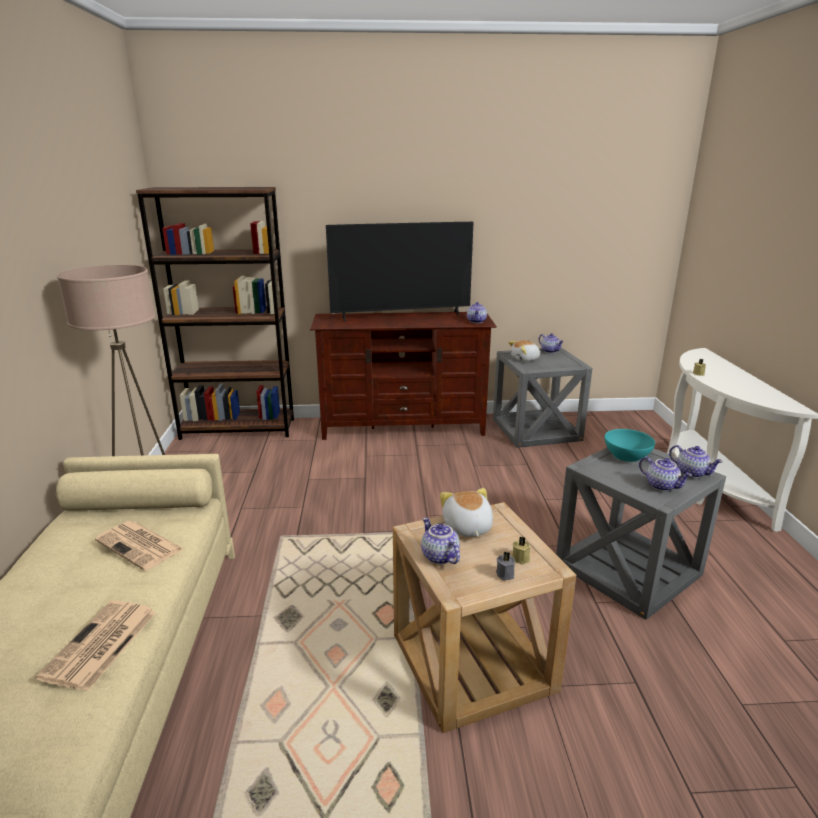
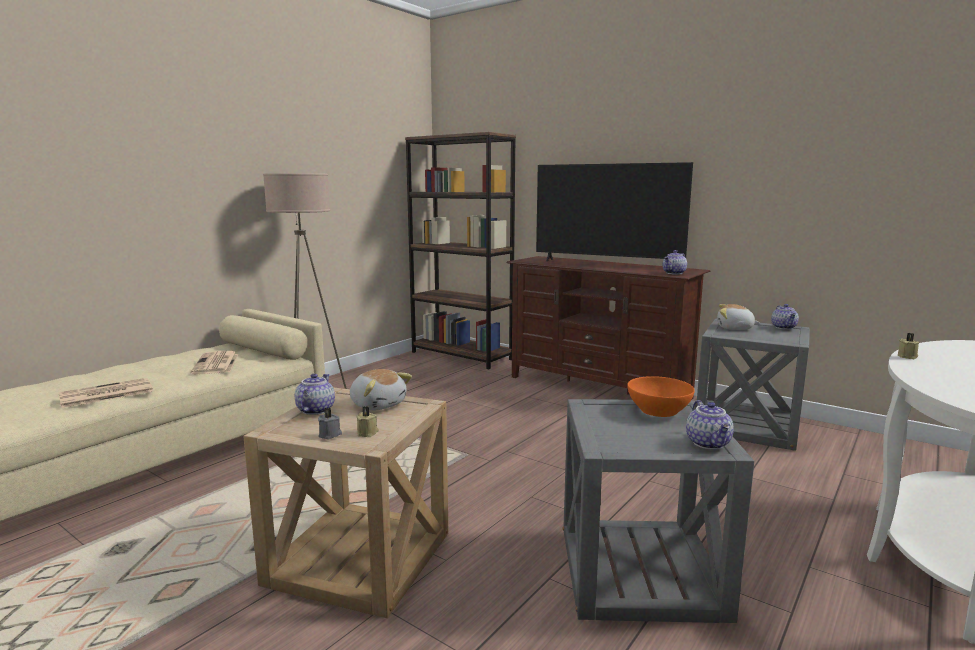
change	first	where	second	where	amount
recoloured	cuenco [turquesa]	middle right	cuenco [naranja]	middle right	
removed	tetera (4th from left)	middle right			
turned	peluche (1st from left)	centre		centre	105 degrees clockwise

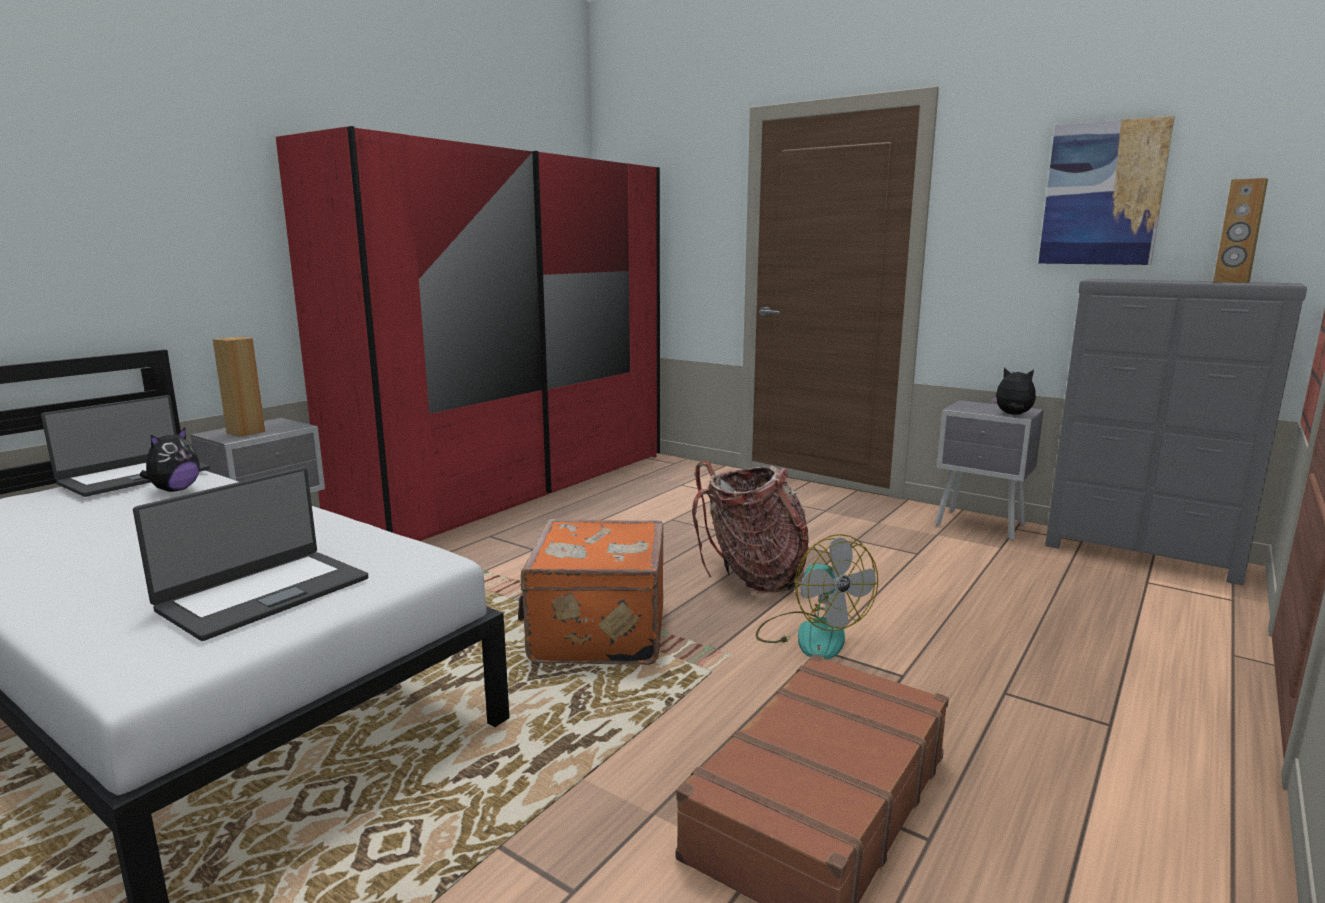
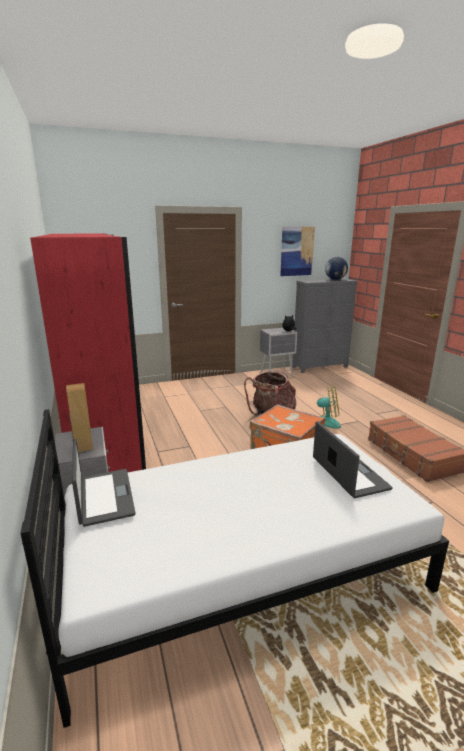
change	first	where	second	where	amount
replaced	altavoz [marrón] (2nd from left)	top right	globo terráqueo	middle right	
removed	peluche (1st from left)	middle left			

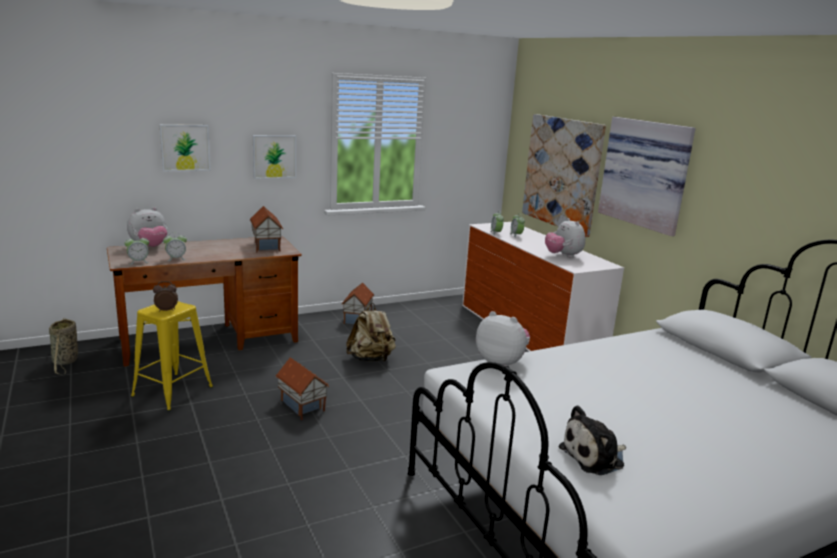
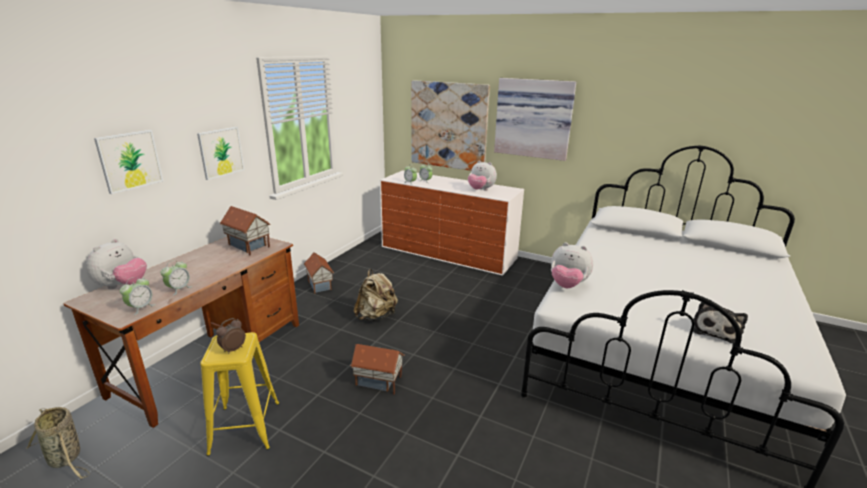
change	first	where	second	where	amount
turned	peluche (2nd from left in the first image)	centre	peluche (3rd from left)	centre	150 degrees counterclockwise

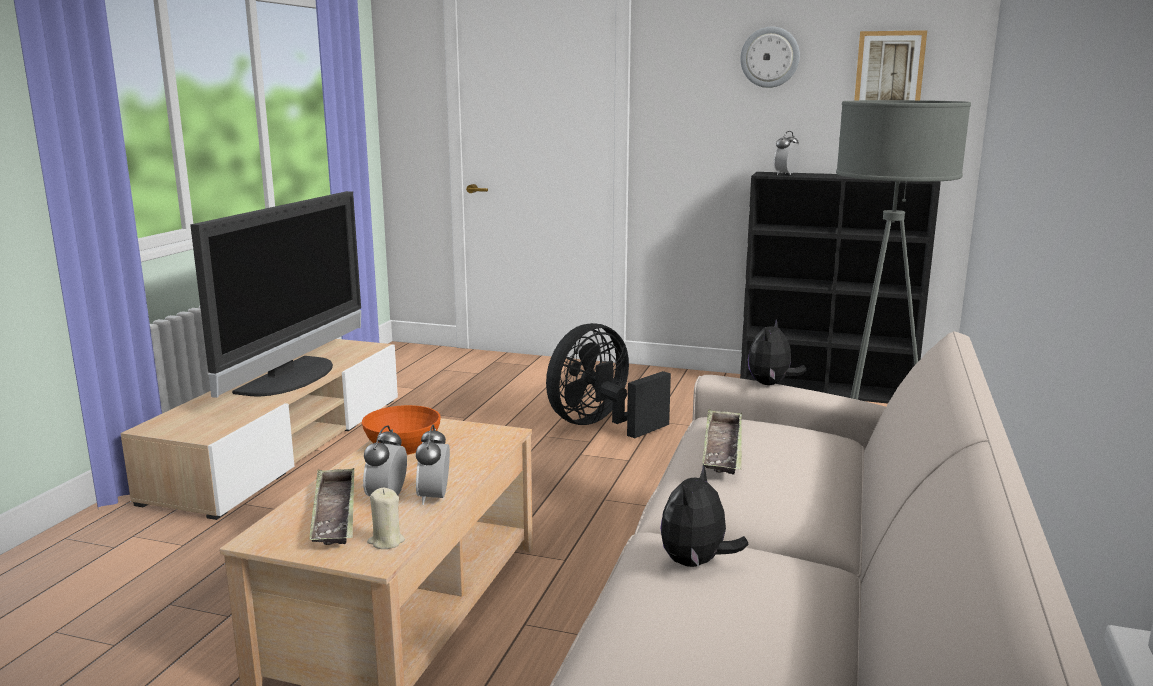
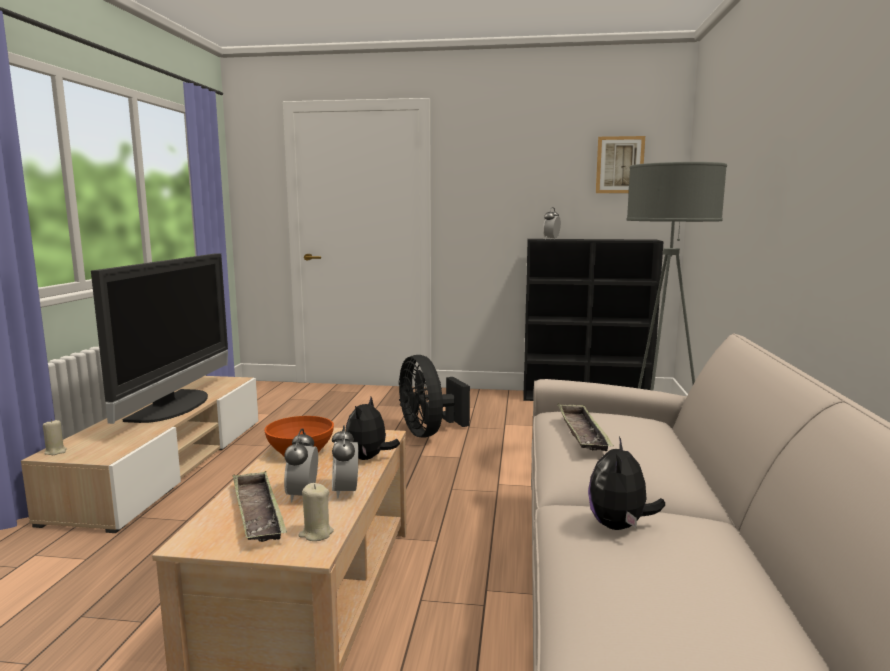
change	first	where	second	where	amount
removed	reloj de pared	top right			
moved	peluche (2nd from left in the first image)	middle right	peluche (1st from left)	centre	
turned	ventilador [negro]	centre		centre	60 degrees counterclockwise
added			vela [beis] (1st from left)	middle left	

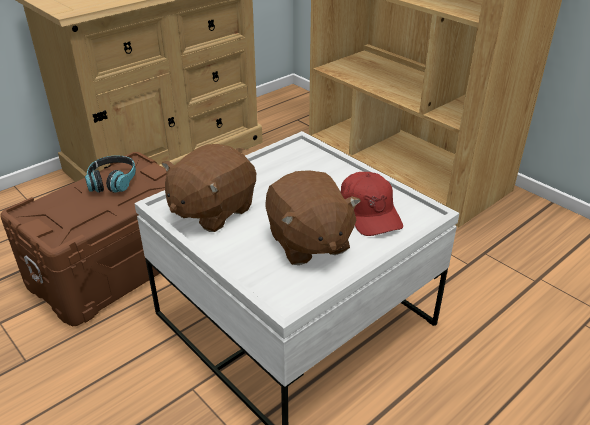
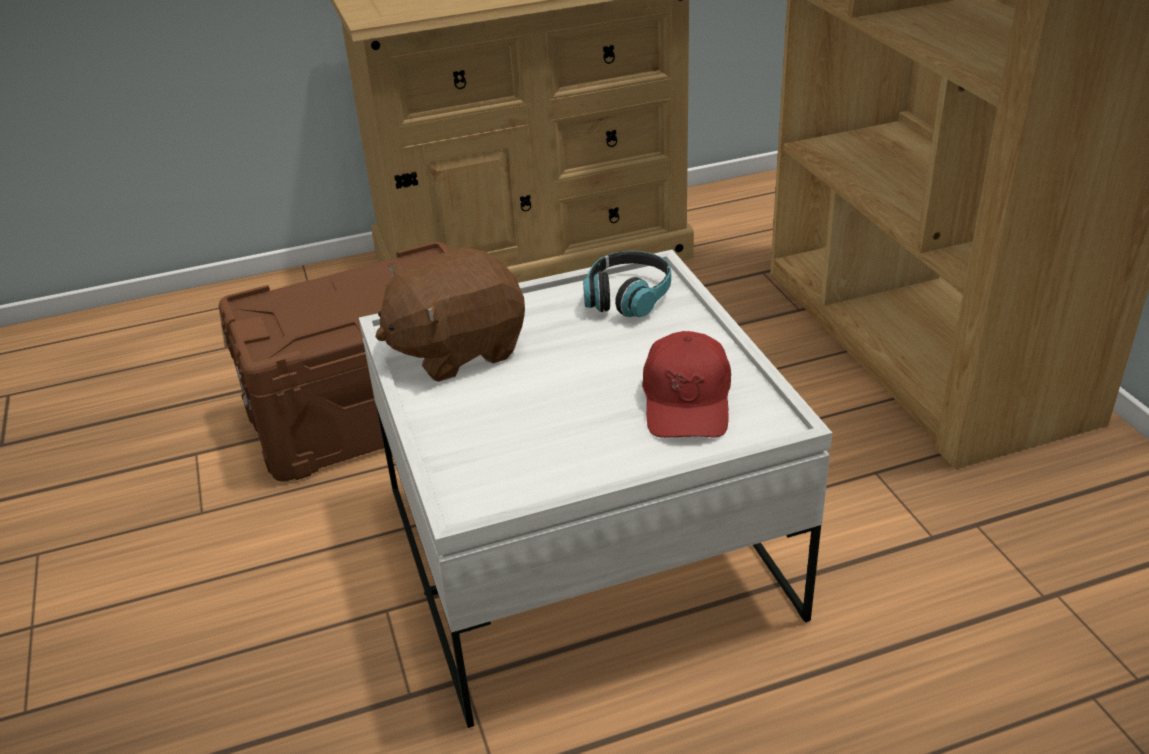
change	first	where	second	where	amount
moved	auriculares	middle left		centre	
removed	peluche [marrón] (2nd from left)	centre			

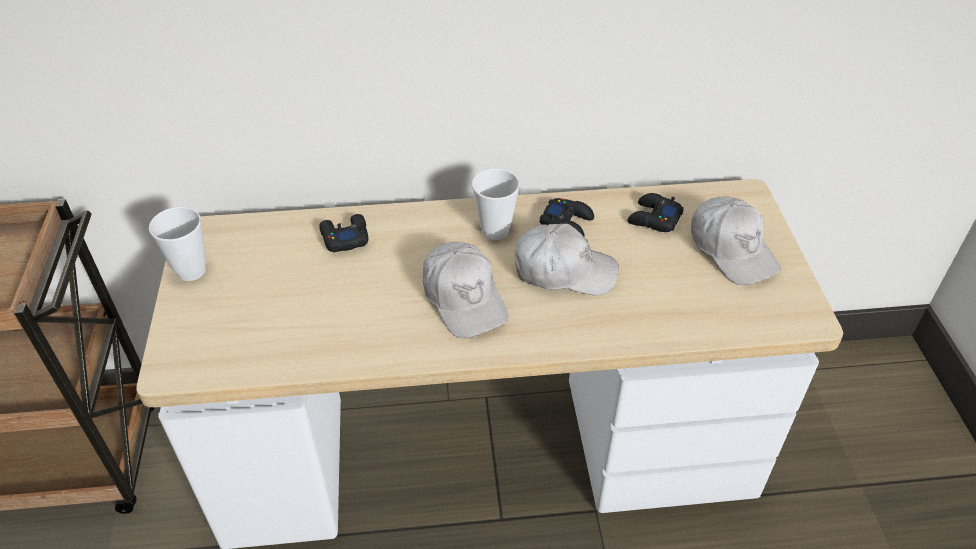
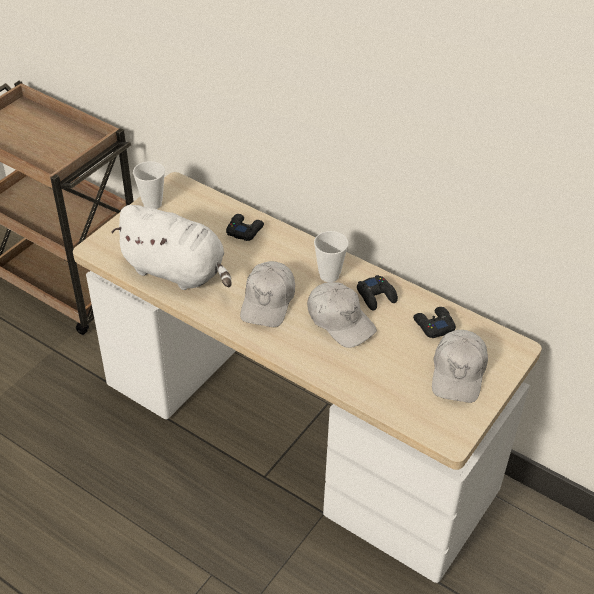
change	first	where	second	where	amount
added			peluche [blanco]	middle left	

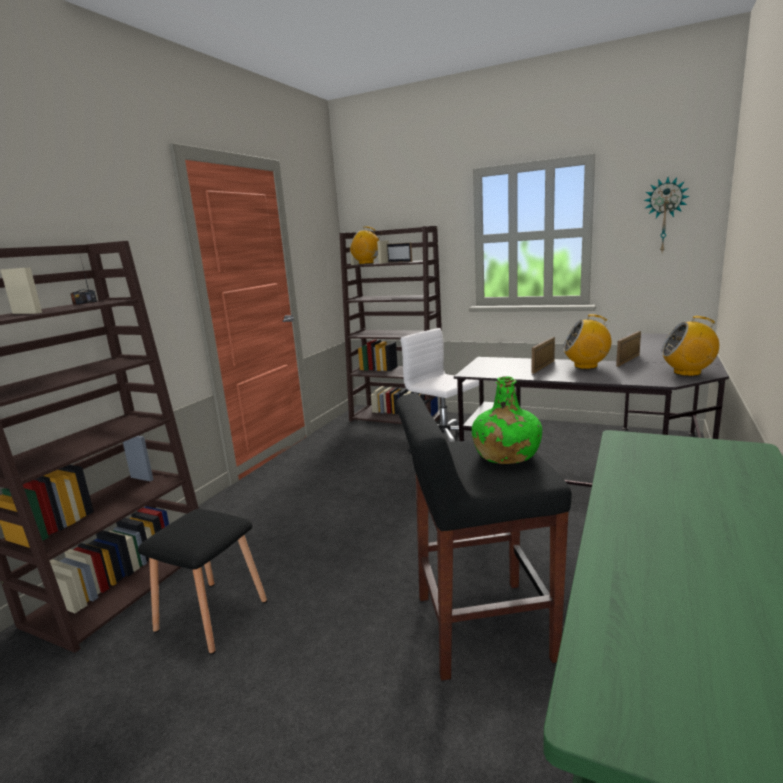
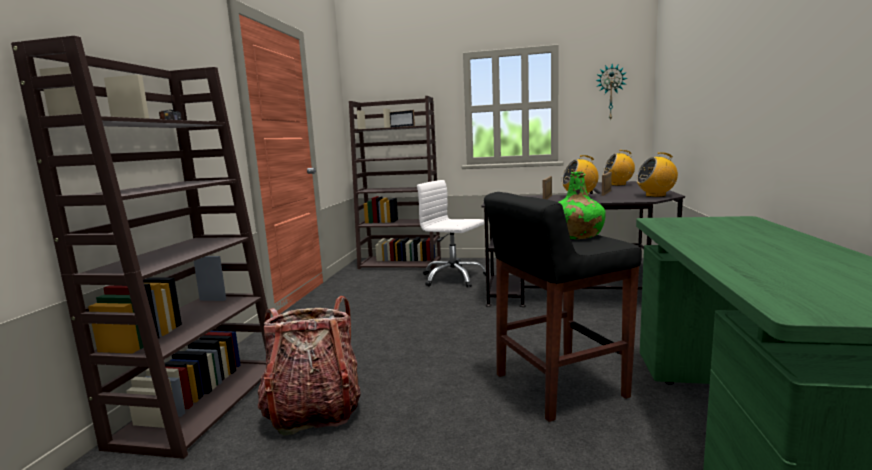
change	first	where	second	where	amount
moved	radio (2nd from left in the first image)	top centre	radio (3rd from left)	middle right	
replaced	taburete [negro] (1st from left)	bottom left	mochila	bottom centre	

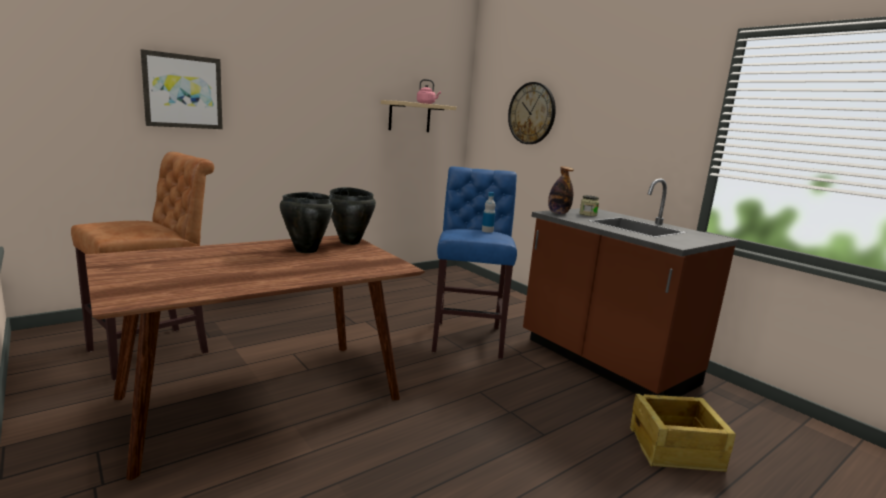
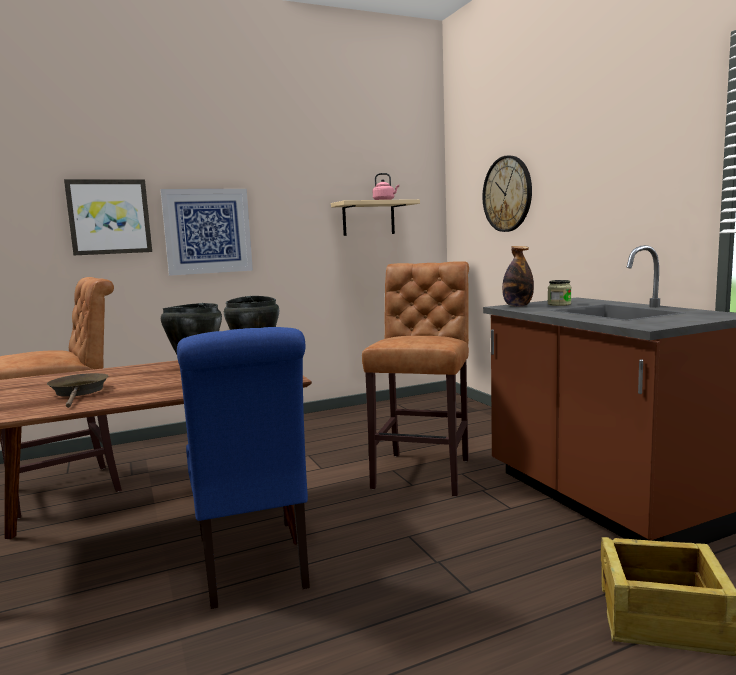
change	first	where	second	where	amount
recoloured	taburete [azul]	centre	taburete [marrón] (2nd from left)	centre	
removed	botella (1st from left)	centre			
added			cuadro (2nd from left)	middle left	
added			silla [azul]	bottom left	
added			sartén [marrón]	middle left	

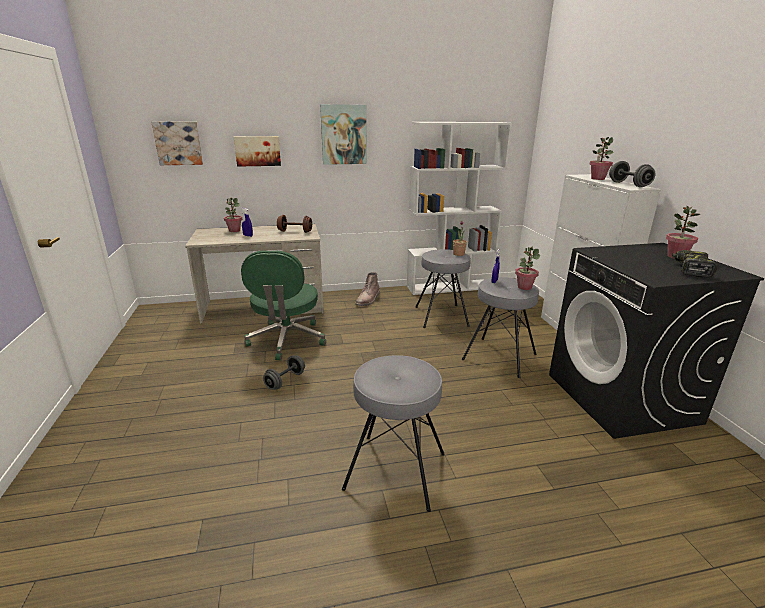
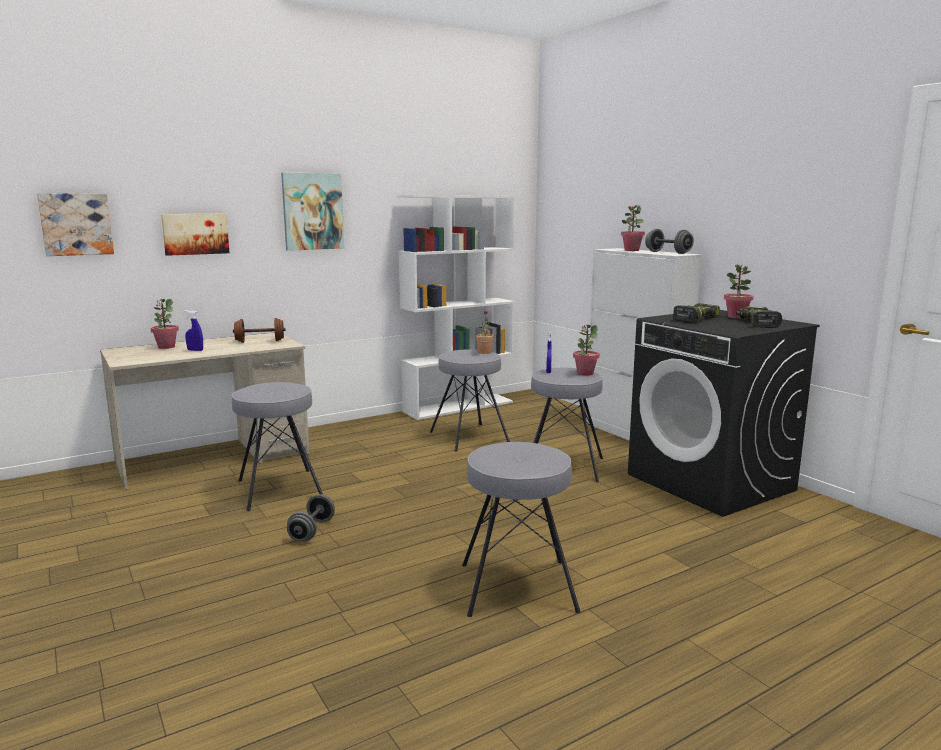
change	first	where	second	where	amount
replaced	silla de oficina [verde]	centre	taburete [gris] (1st from left)	middle left	
removed	bota [marrón]	centre			
added			taladro (1st from left)	middle right	

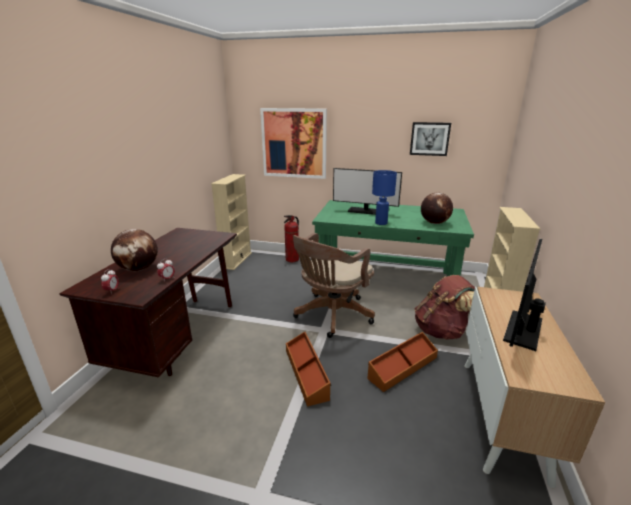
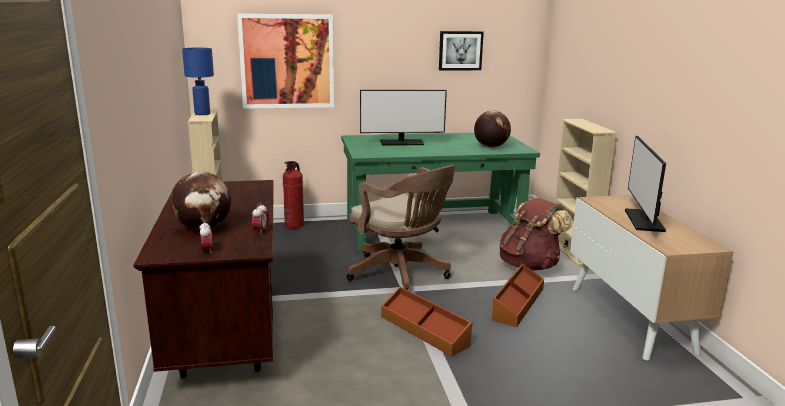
change	first	where	second	where	amount
moved	lámpara de mesa [azul]	centre		top left	
turned	silla de oficina [marrón]	centre		centre	60 degrees counterclockwise

